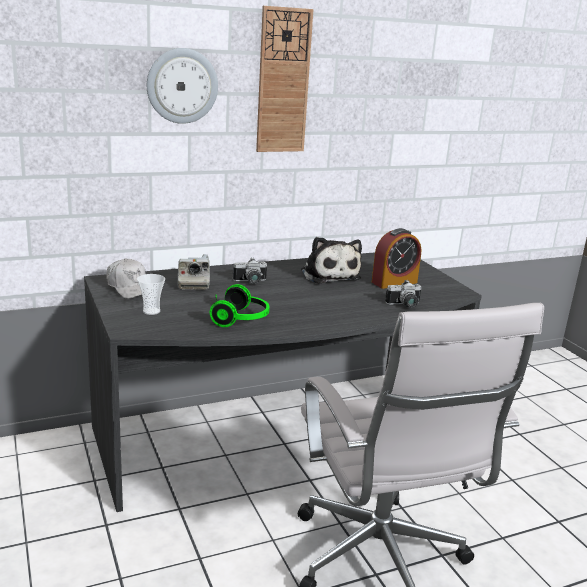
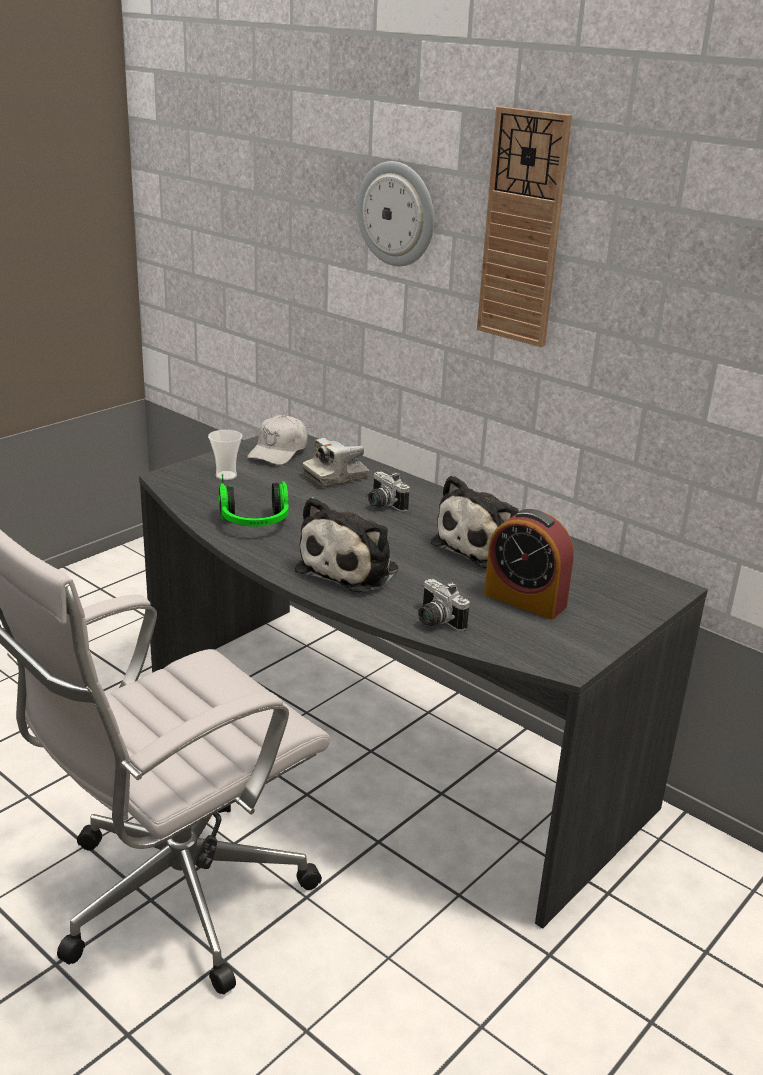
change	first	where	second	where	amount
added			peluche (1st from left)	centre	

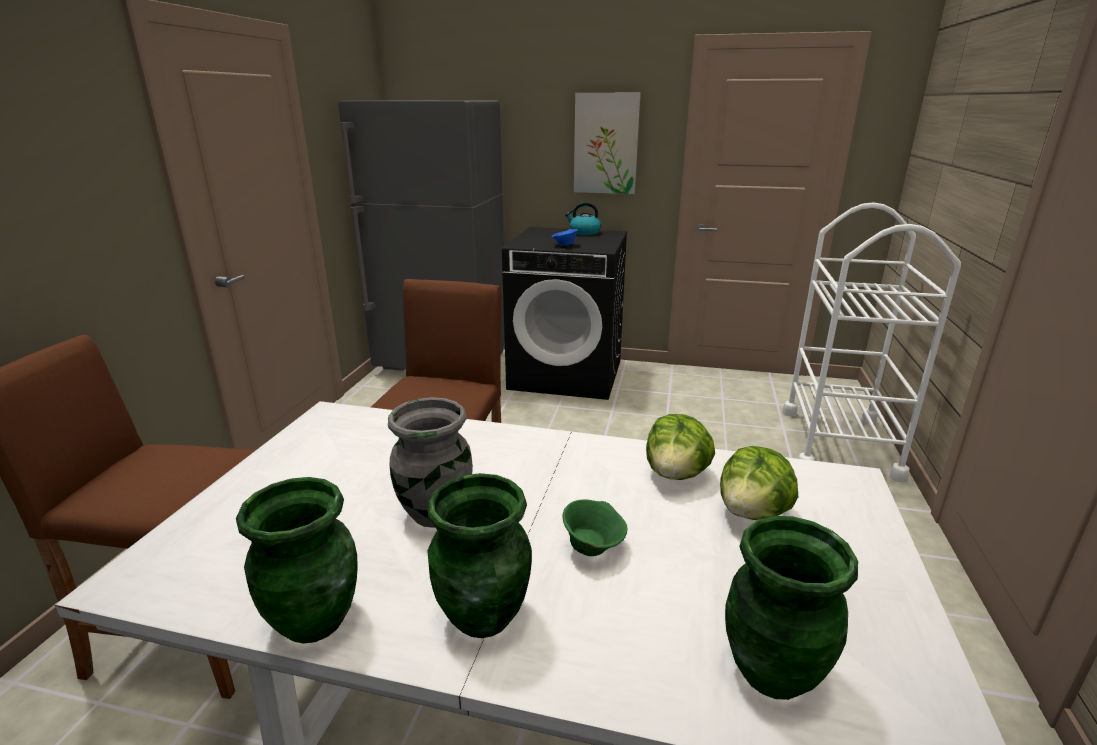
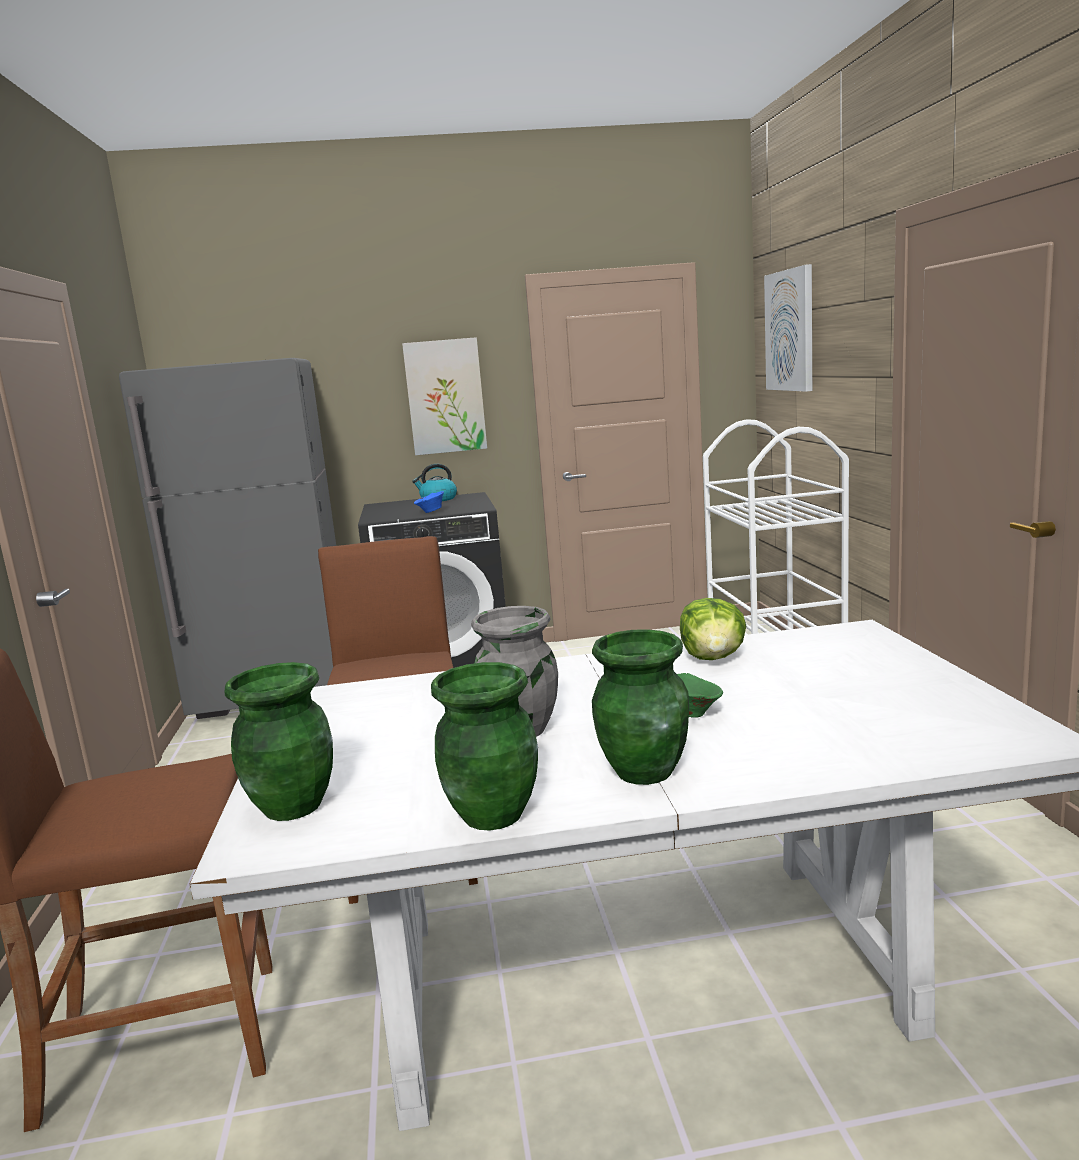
change	first	where	second	where	amount
removed	lechuga (2nd from left)	middle right			
moved	florero [verde] (3rd from left in the first image)	bottom right	florero [verde] (1st from left)	middle left	
added			cuadro (2nd from left)	top right	

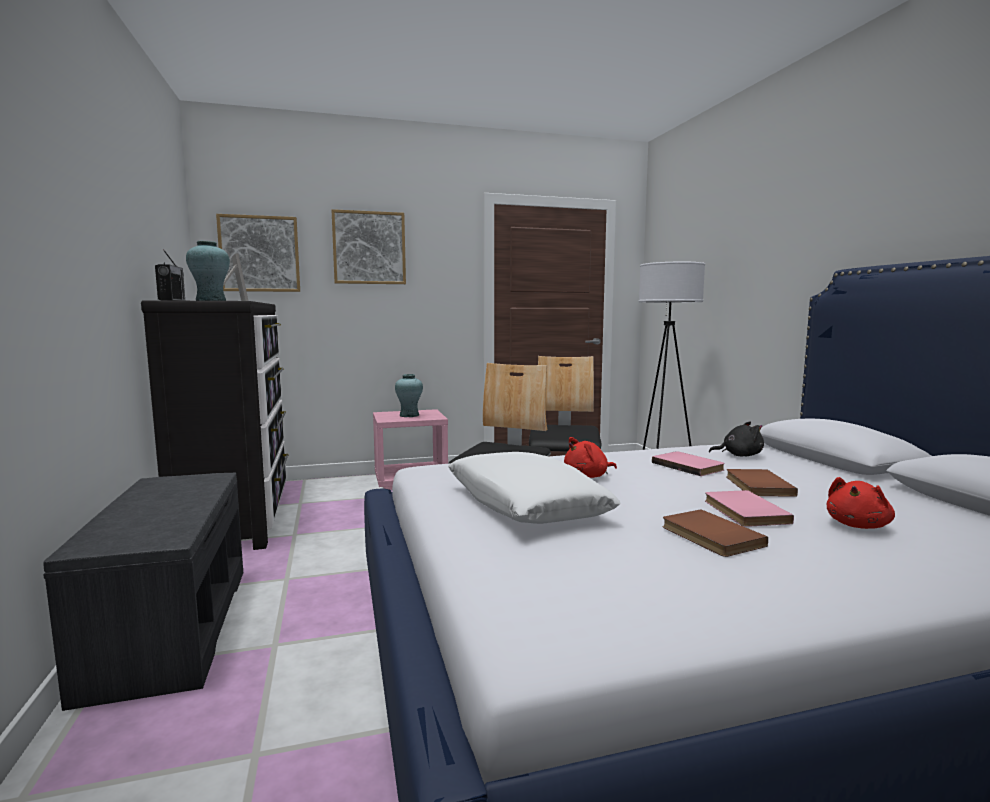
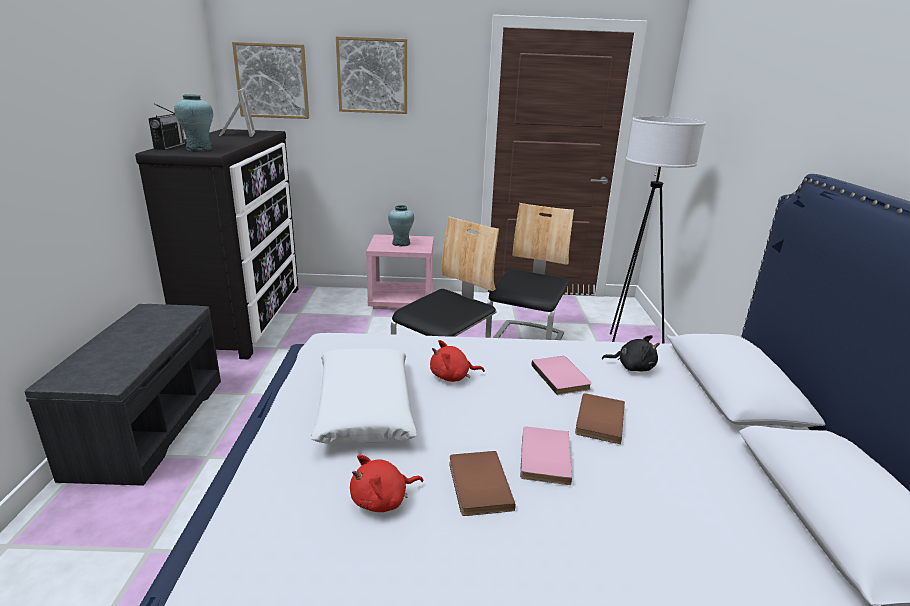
change	first	where	second	where	amount
moved	peluche [rojo] (2nd from left in the first image)	middle right	peluche [rojo] (1st from left)	bottom centre	

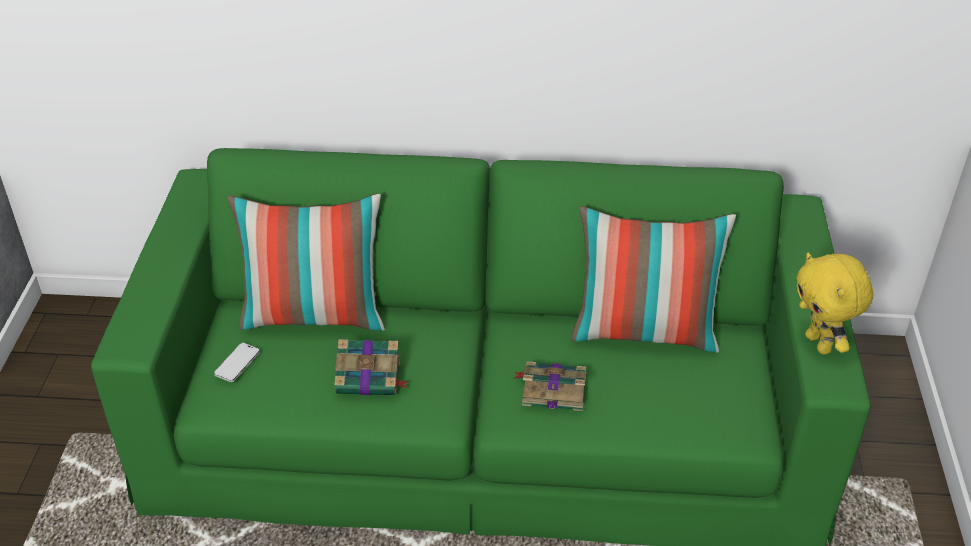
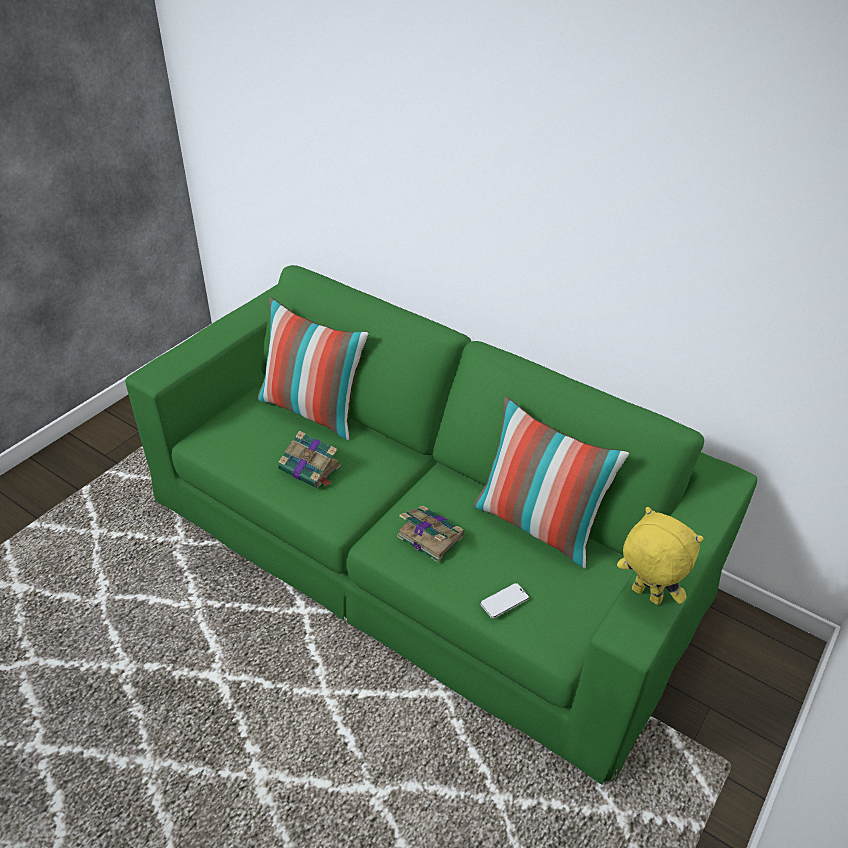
change	first	where	second	where	amount
turned	peluche [amarillo]	middle right		middle right	120 degrees clockwise
moved	móvil	middle left		bottom centre	

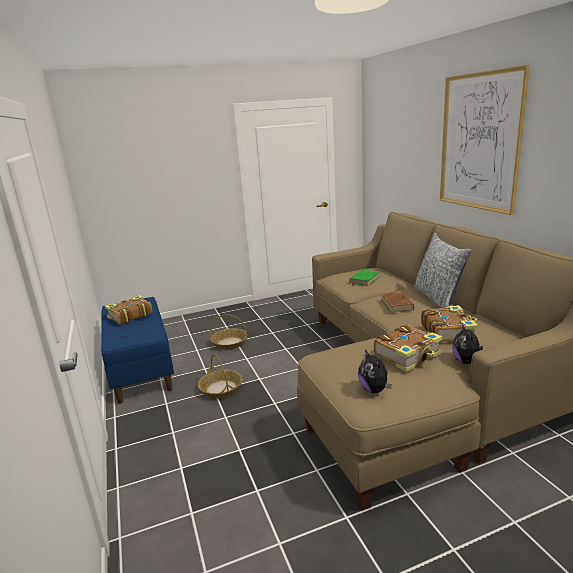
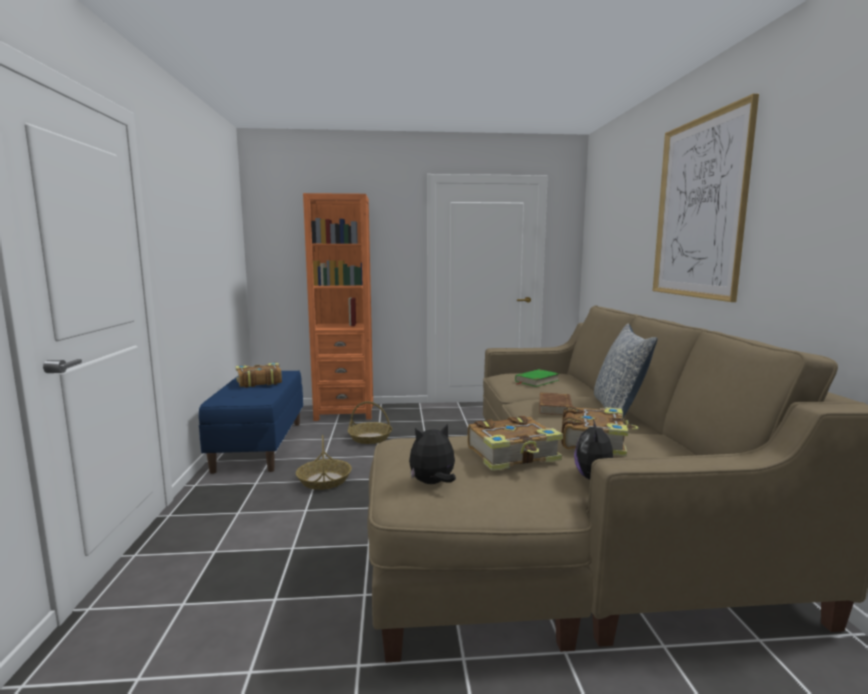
change	first	where	second	where	amount
turned	peluche (1st from left)	centre		centre	75 degrees clockwise
added			estantería [naranja]	centre	

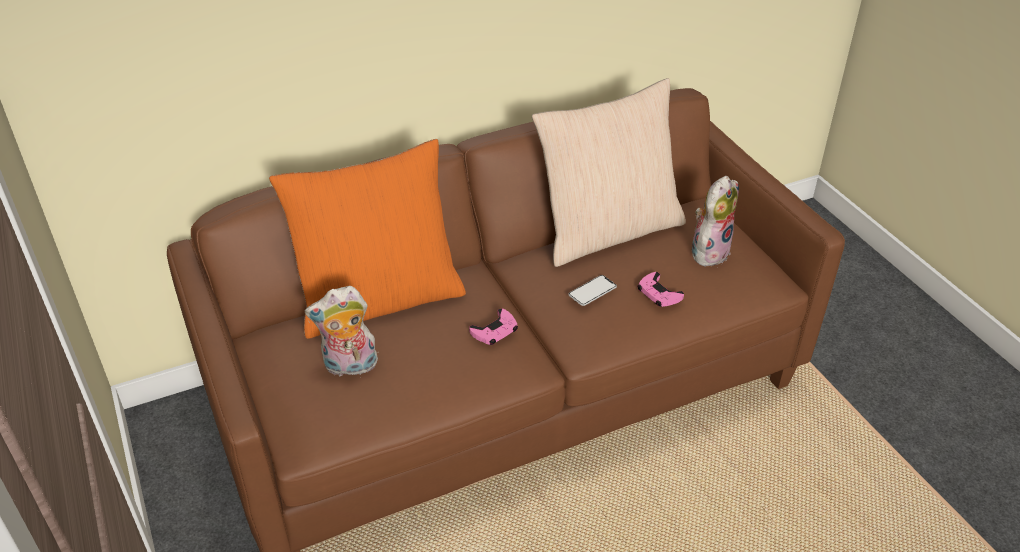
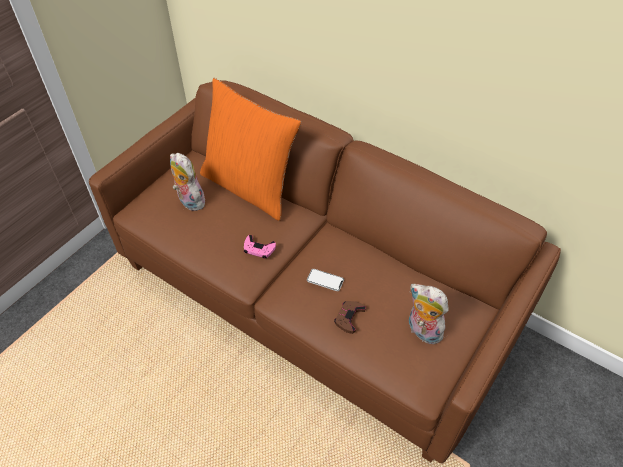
change	first	where	second	where	amount
removed	cojín [beis]	top centre			
turned	peluche (2nd from left)	middle right		bottom right	150 degrees counterclockwise
recoloured	mando de consola [rosa] (2nd from left)	centre	mando de consola [marrón]	bottom centre	

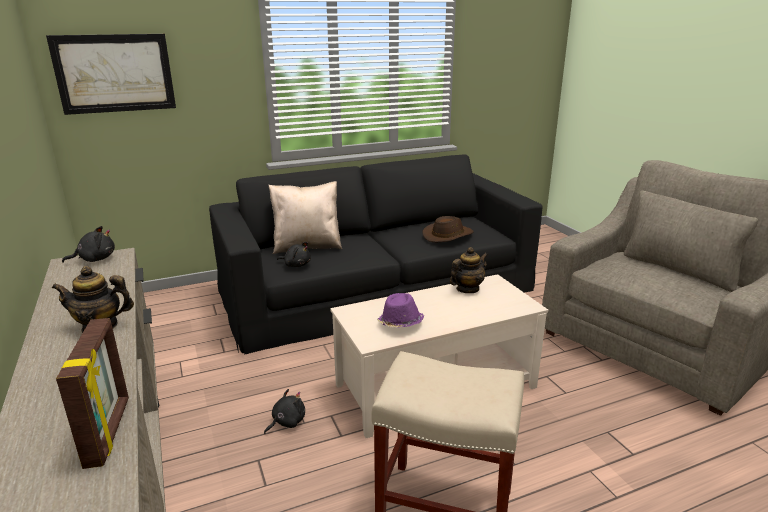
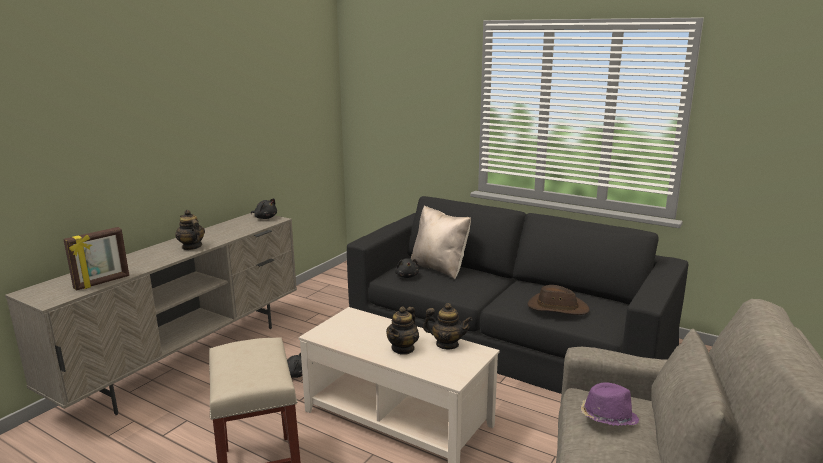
change	first	where	second	where	amount
removed	cuadro	top left			
moved	sombrero [morado]	centre		bottom right	
added			tetera (2nd from left)	bottom centre	

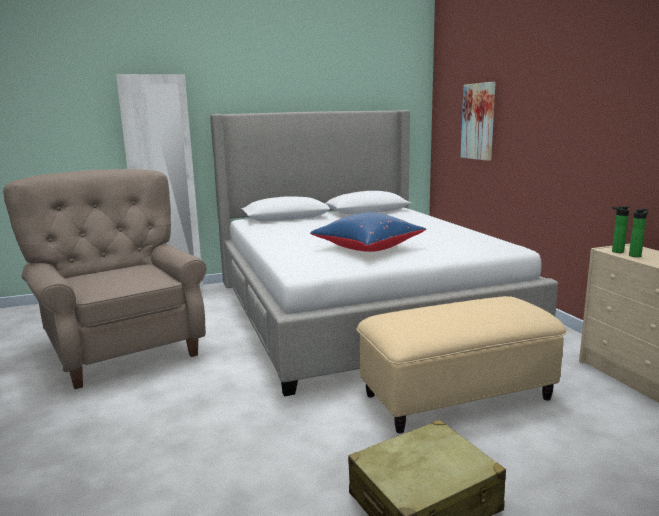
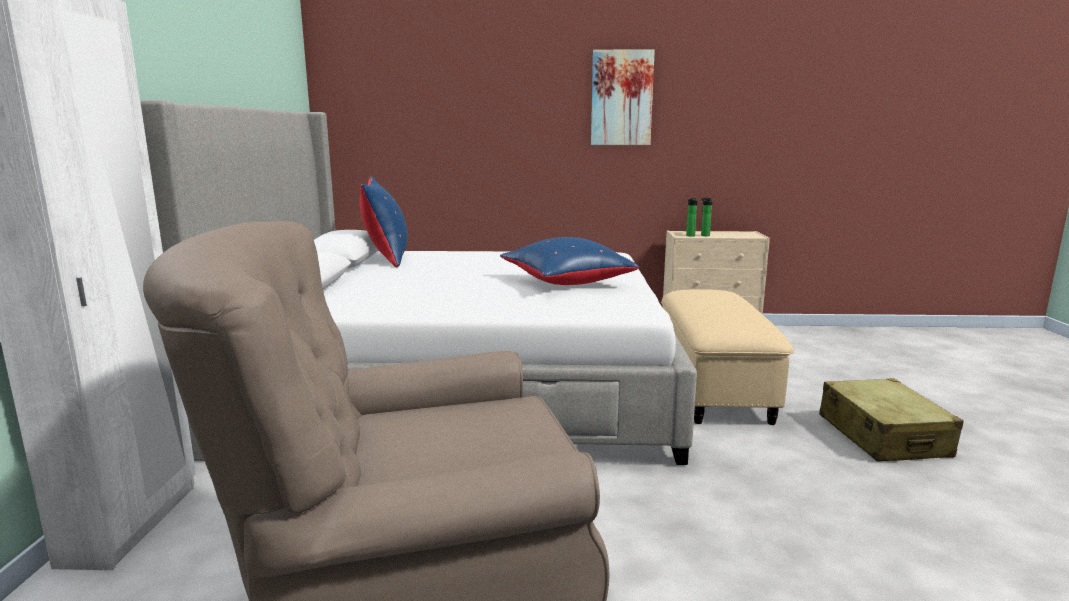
change	first	where	second	where	amount
moved	cuadro	top right		top centre	
added			cojín [azul] (1st from left)	centre	

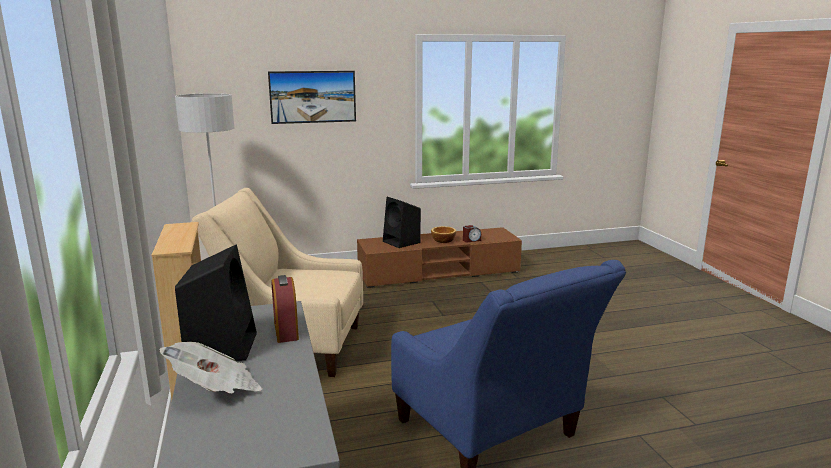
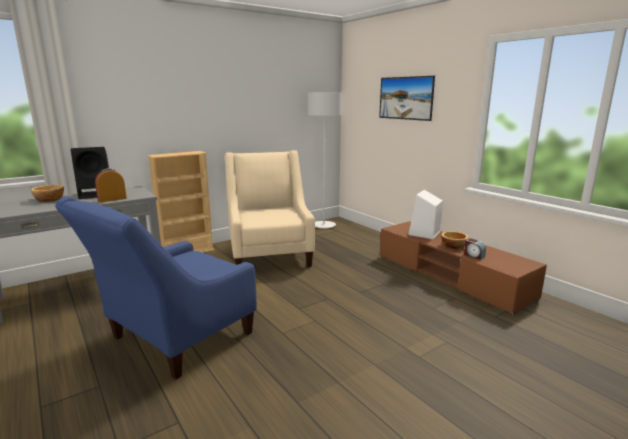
change	first	where	second	where	amount
recoloured	altavoz [negro] (2nd from left)	centre	altavoz [blanco]	middle right	
replaced	periódico	bottom left	cuenco (1st from left)	middle left	

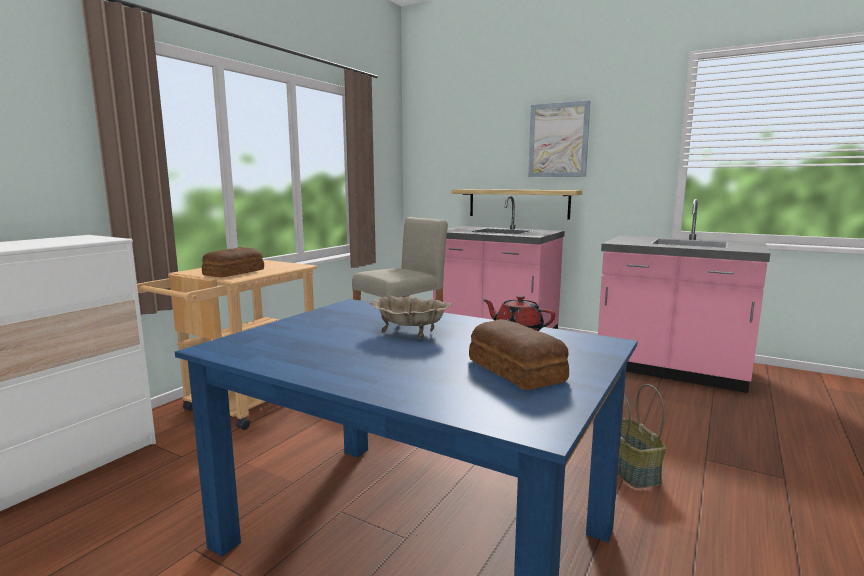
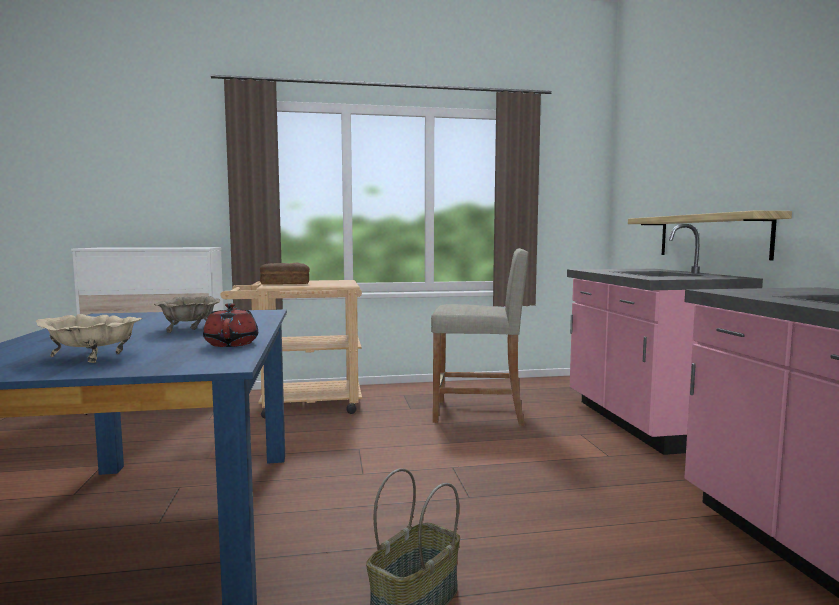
change	first	where	second	where	amount
removed	cuadro	top centre			
replaced	pan (2nd from left)	centre	cuenco [beis] (1st from left)	middle left	

